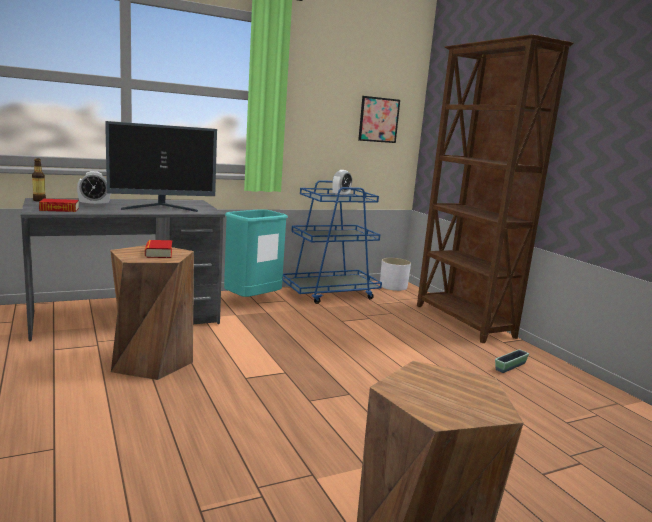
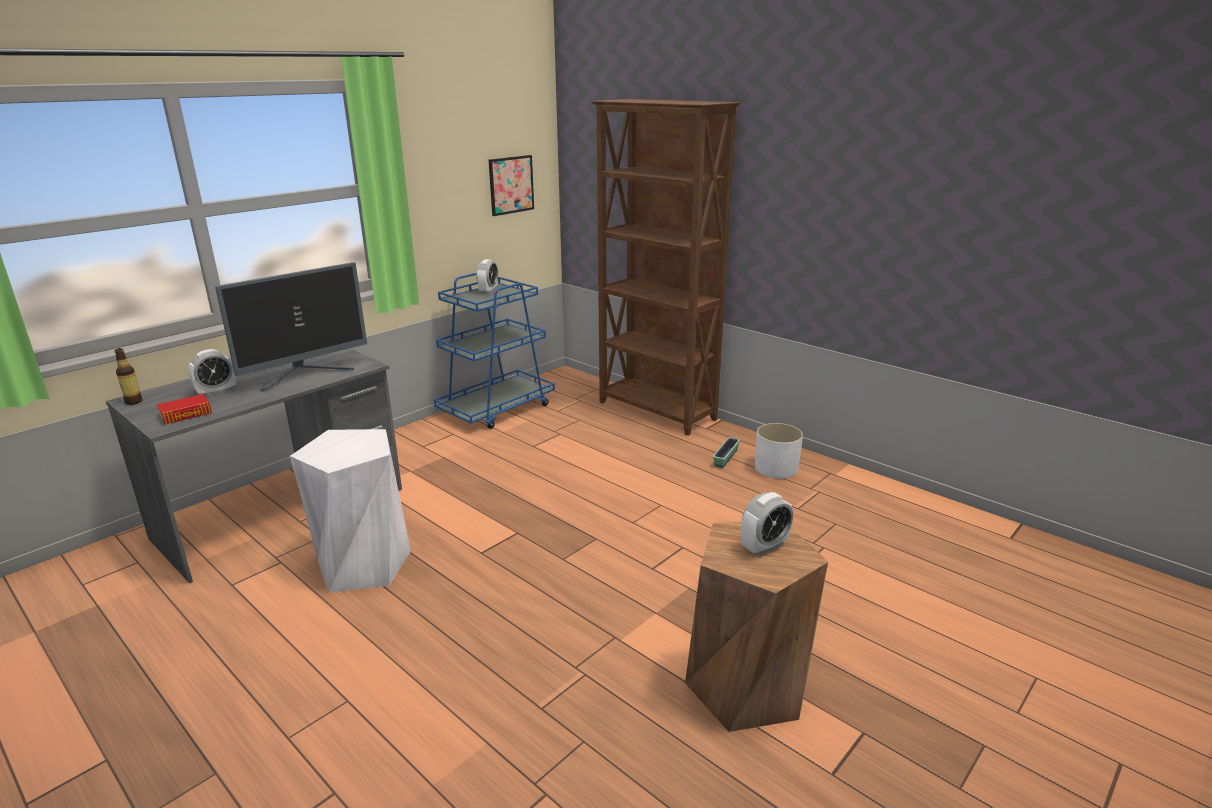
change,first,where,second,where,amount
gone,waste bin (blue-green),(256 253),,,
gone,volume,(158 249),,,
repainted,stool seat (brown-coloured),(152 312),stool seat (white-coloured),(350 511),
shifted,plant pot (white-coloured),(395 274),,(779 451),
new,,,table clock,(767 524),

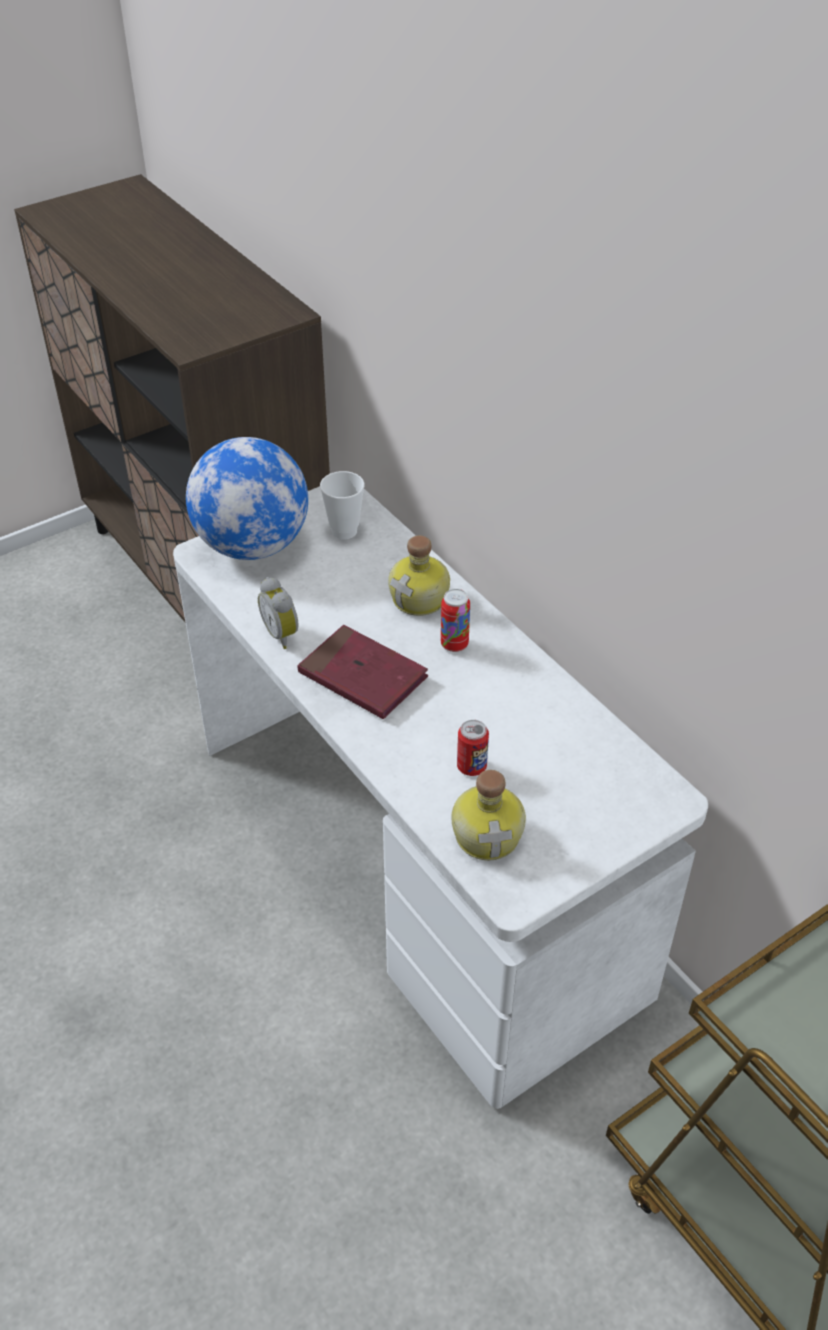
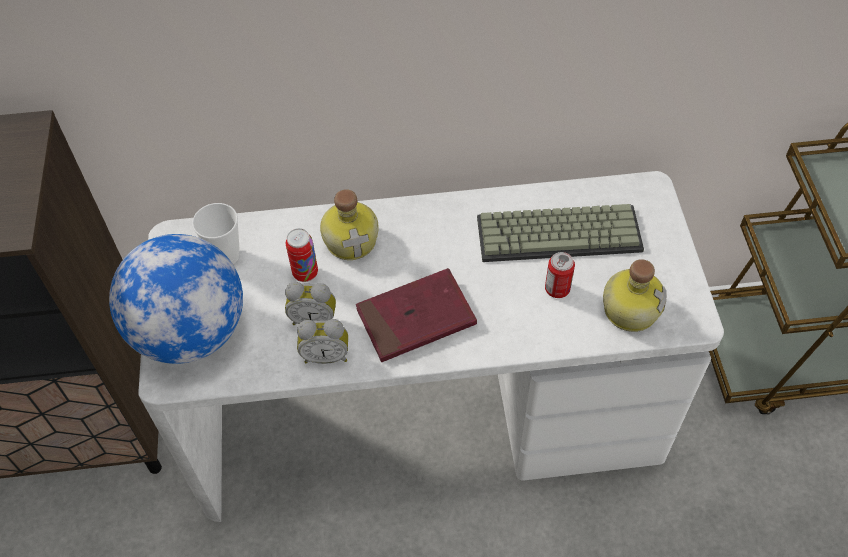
change,first,where,second,where,amount
shifted,can,(455 620),,(302 255),
new,,,computer keyboard,(560 233),
new,,,table clock,(310 303),

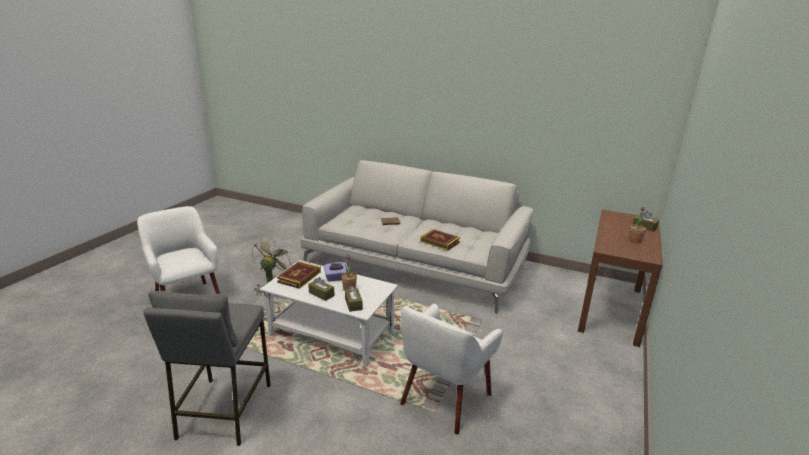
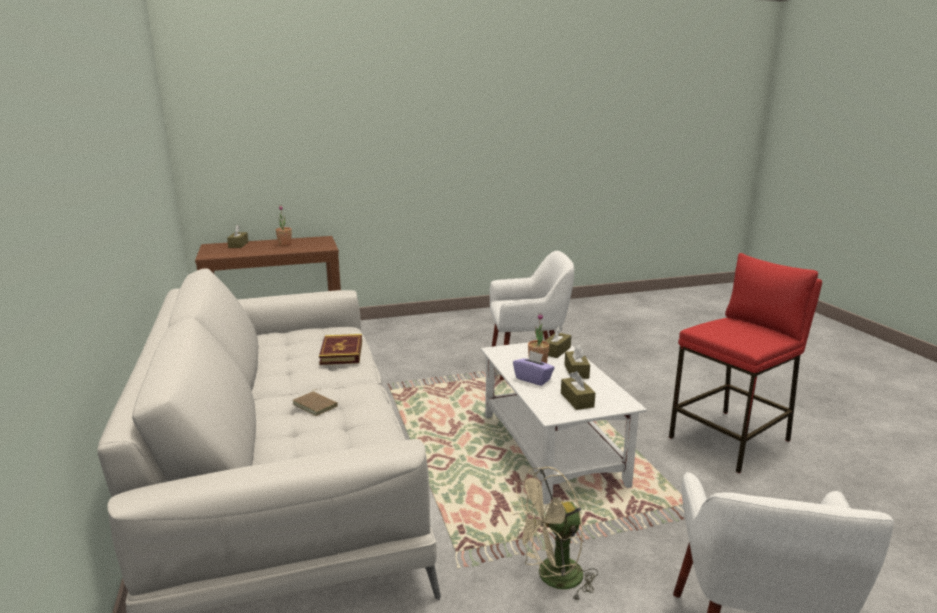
change,first,where,second,where,amount
swapped,volume,(299 275),tissue box (brown-coloured),(578 390),
repainted,stool seat (gray),(207 368),stool seat (reddish),(745 363),

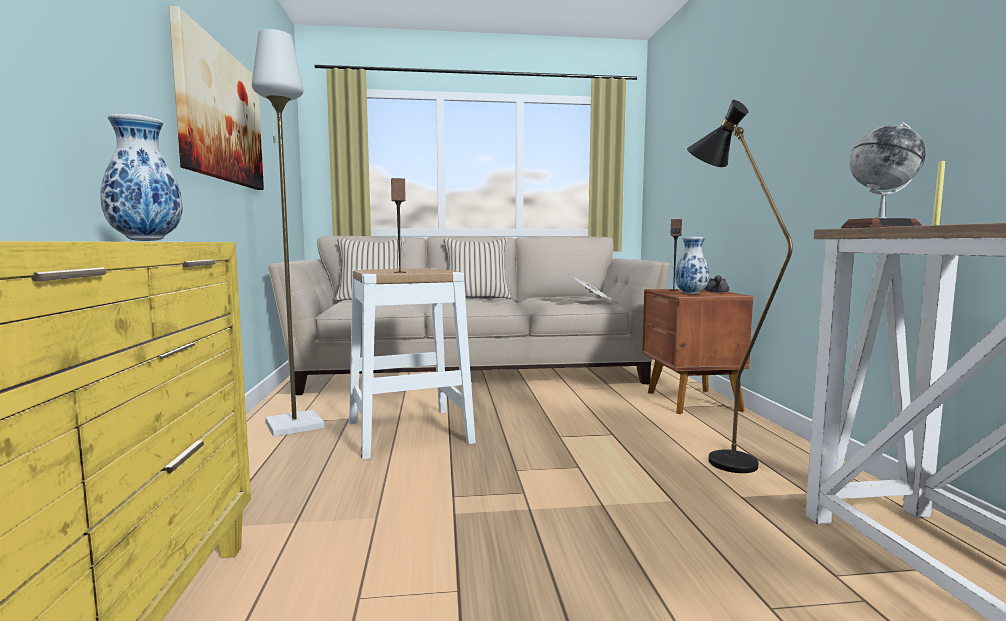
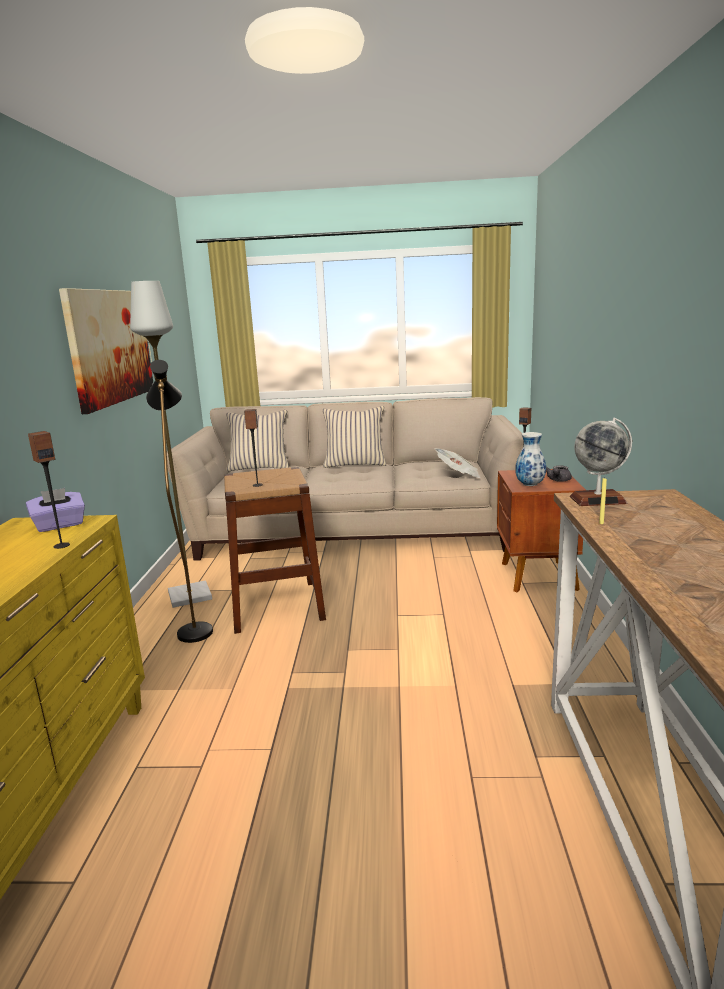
change,first,where,second,where,amount
shifted,standing lamp (black-coloured),(740 286),,(179 501),
swapped,decorative vase,(141 177),tissue box (purple),(55 510),
repainted,stool seat (white-coloured),(412 363),stool seat (brown-coloured),(275 550),
new,,,speaker,(49 490),

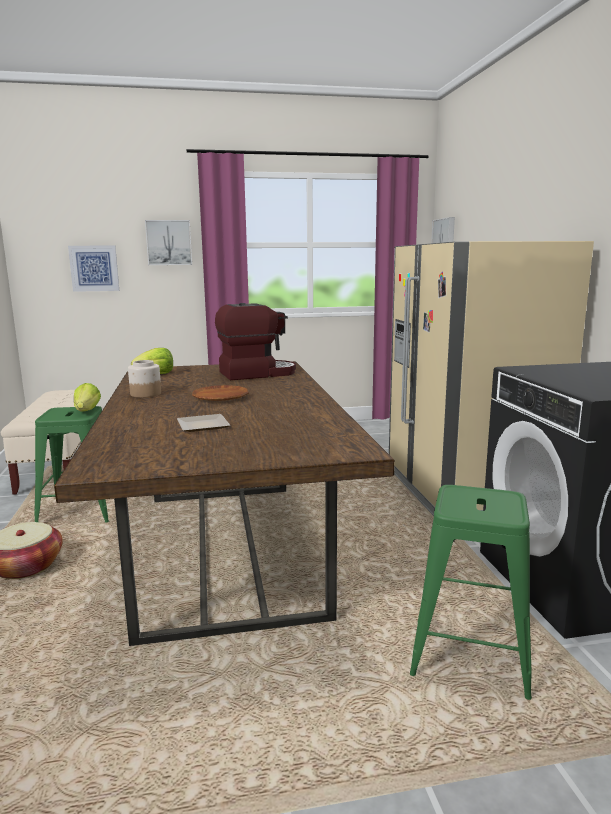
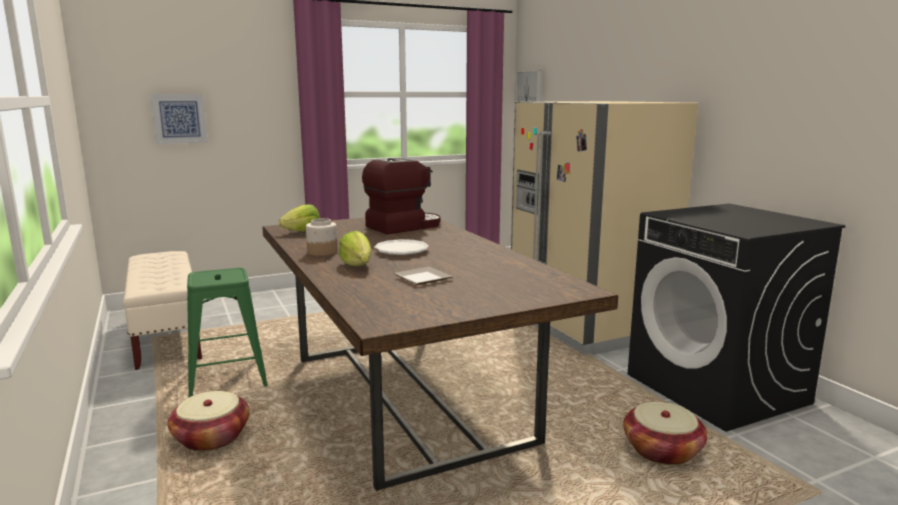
change,first,where,second,where,amount
gone,wall art,(168 242),,,
shifted,lettuce,(87 397),,(355 248),
repainted,flat dish (brown-coloured),(220 393),flat dish (white-coloured),(401 247),
swapped,stool seat (green),(471 592),household basket,(665 433),

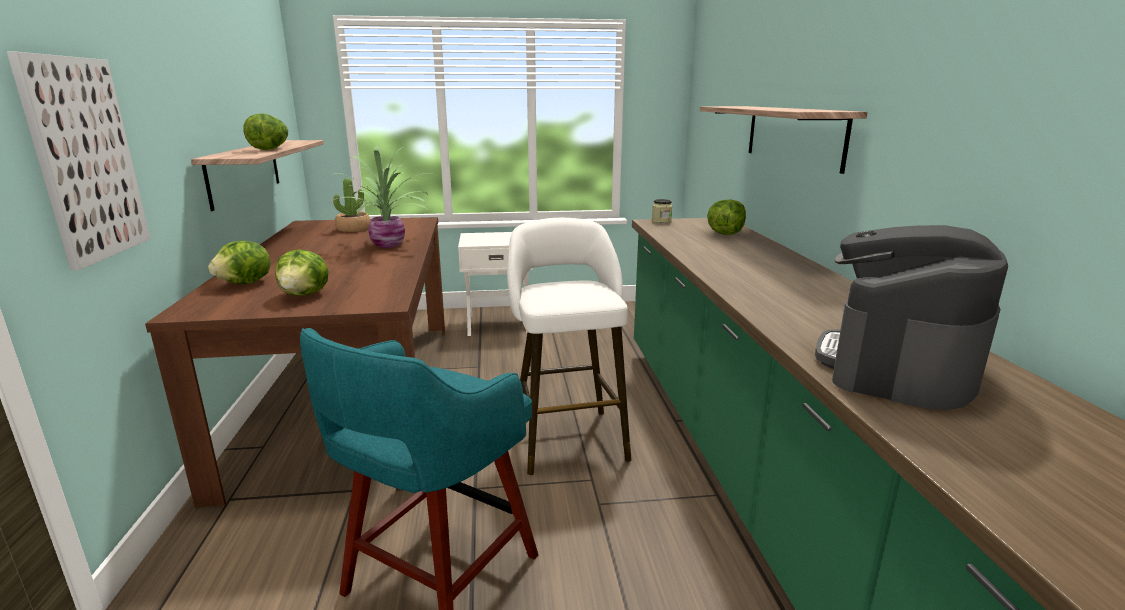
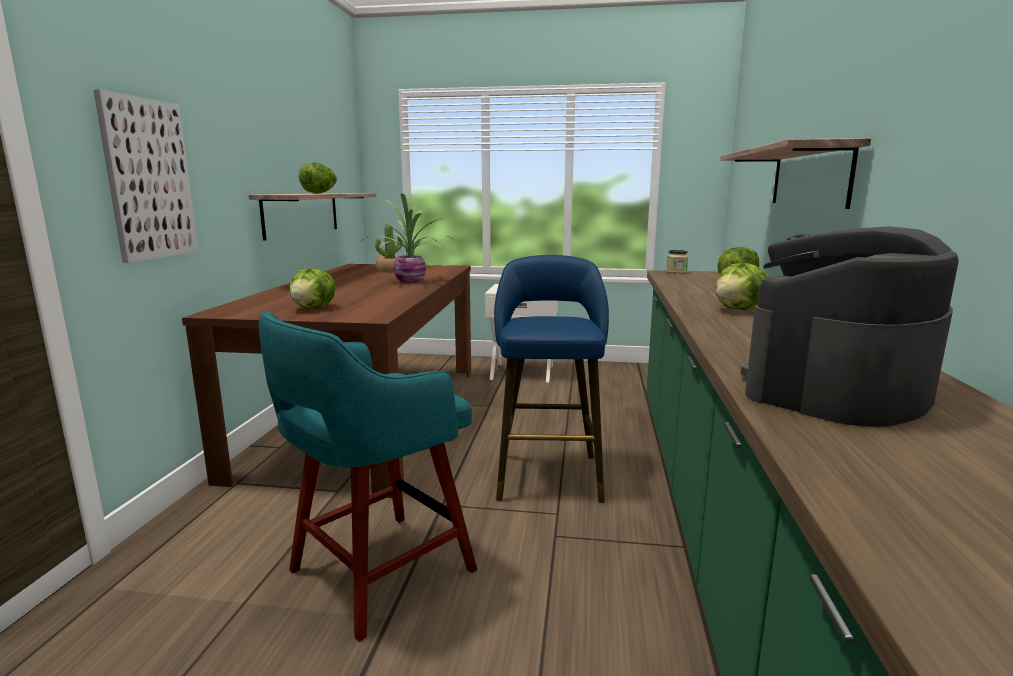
change,first,where,second,where,amount
repainted,stool seat (white-coloured),(569 346),stool seat (bluish),(551 379),
shifted,lettuce,(239 262),,(742 286),

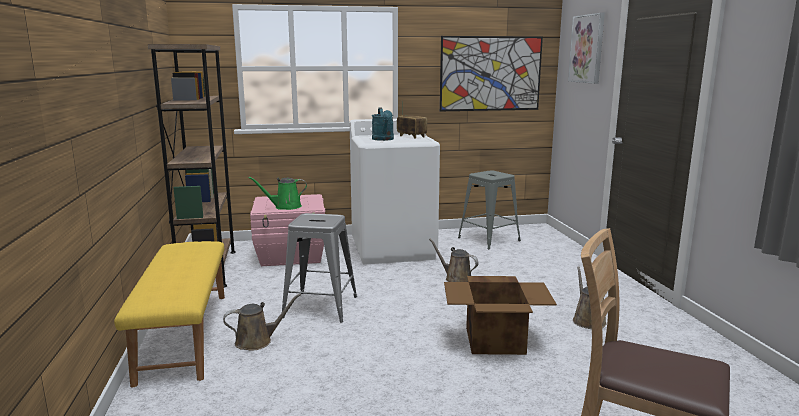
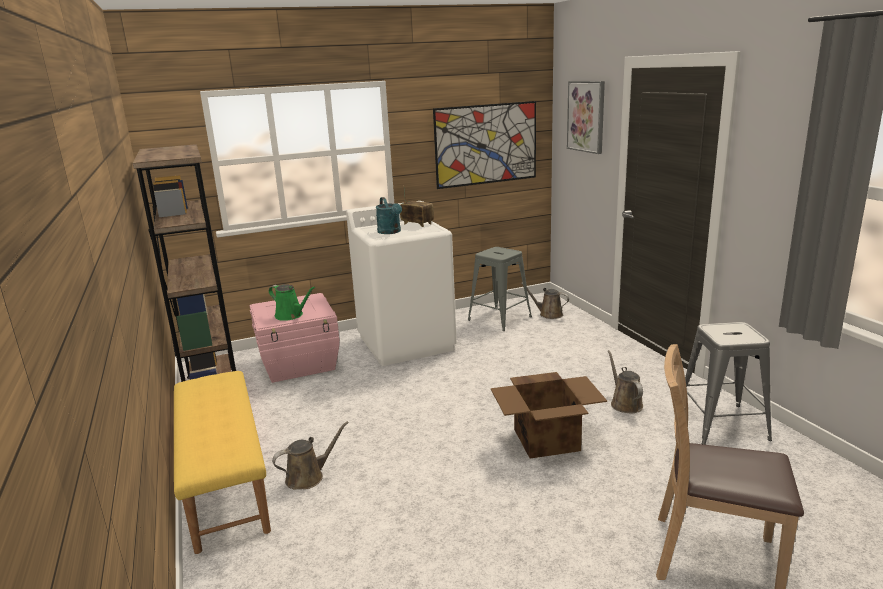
change,first,where,second,where,amount
rotated,sprinkling can (green),(278 193),,(292 302),120 degrees counterclockwise
shifted,stool seat (gray),(319 268),,(728 383),
shifted,sprinkling can (brown-coloured),(454 260),,(545 301),

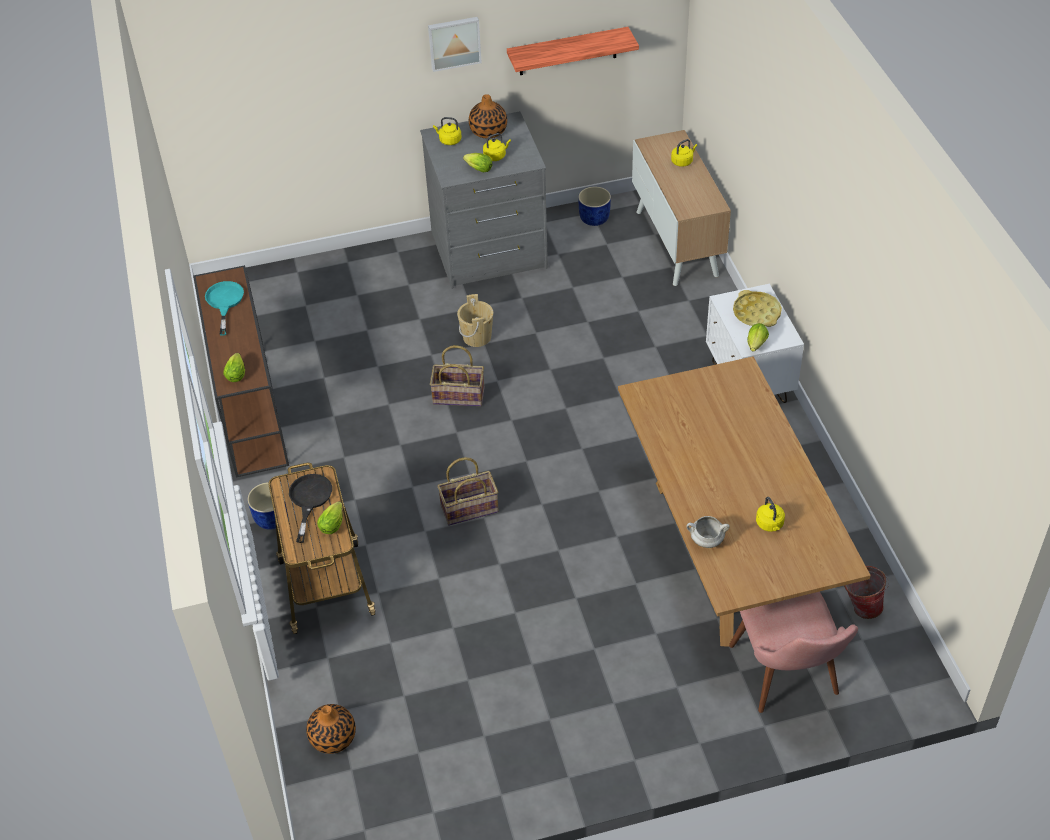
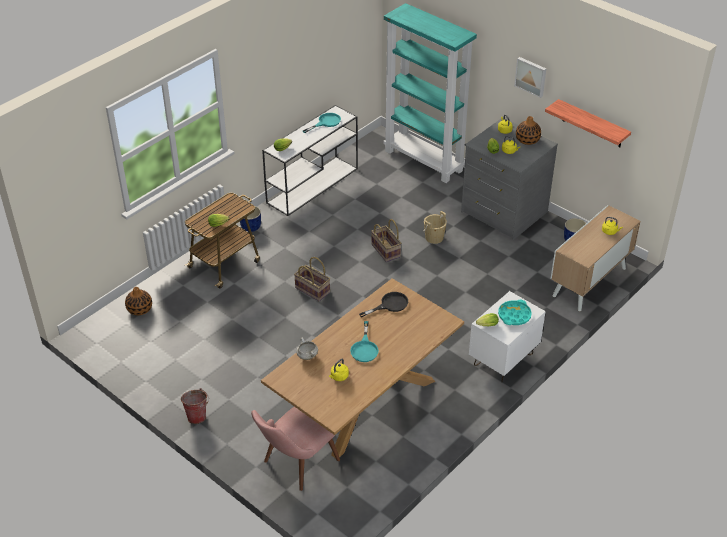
change,first,where,second,where,amount
repainted,narrow table (brown-coloured),(241 371),narrow table (white-coloured),(310 160),
repainted,serving tray (yellow),(757 308),serving tray (blue-green),(515 312),
shifted,frying pan (black-coloured),(310 508),,(383 304),
shifted,water bucket,(866 592),,(195 406),
new,,,bookcase (blue-green),(430 93),
new,,,frying pan (blue-green),(364 341),

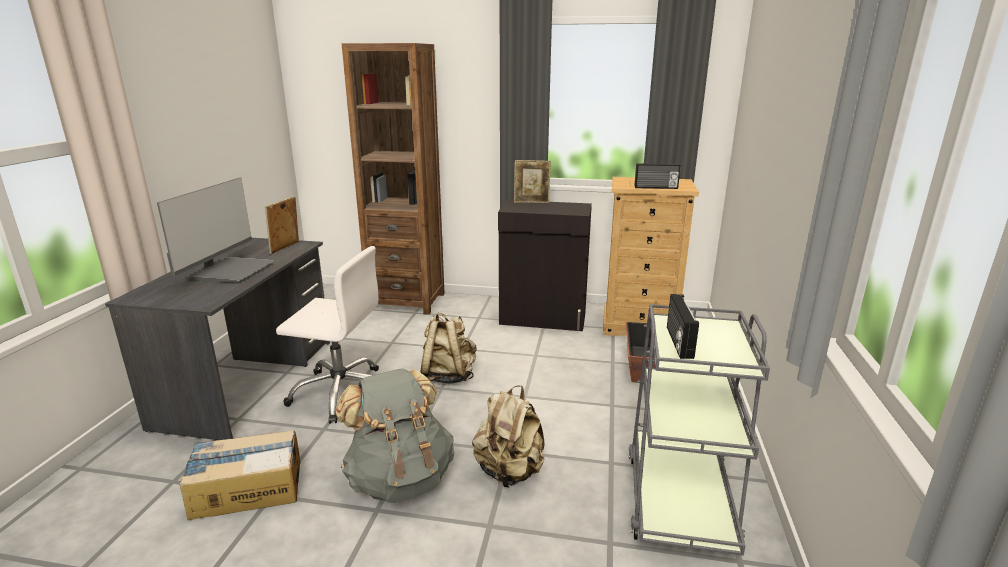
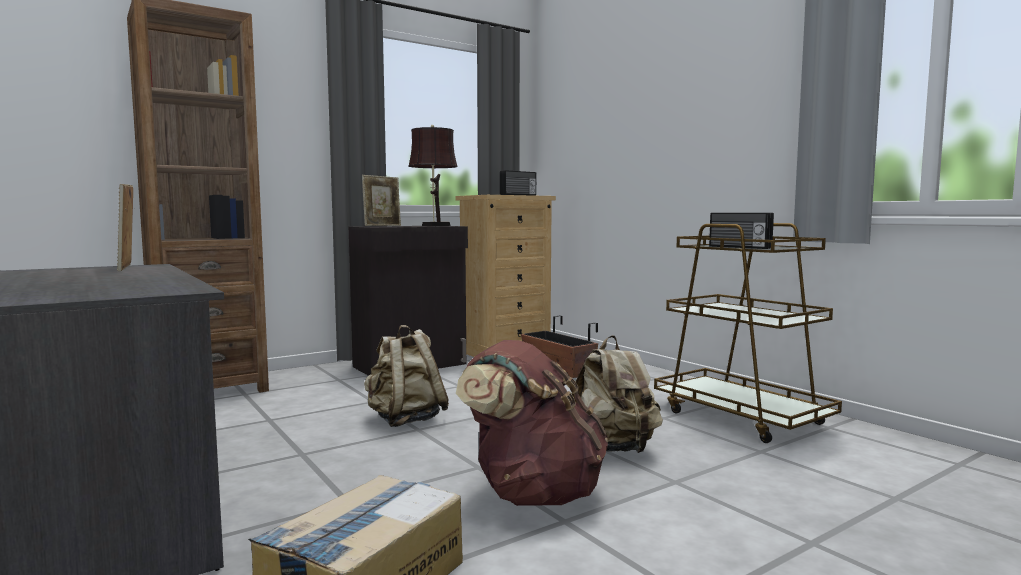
change,first,where,second,where,amount
gone,computer screen,(215 229),,,
gone,computer chair (white-coloured),(327 335),,,
repainted,trolley (gray),(699 430),trolley (brown-coloured),(748 333),
repainted,knapsack (gray),(395 436),knapsack (brown-coloured),(532 423),
new,,,lamp for a table (brown-coloured),(433 175),

